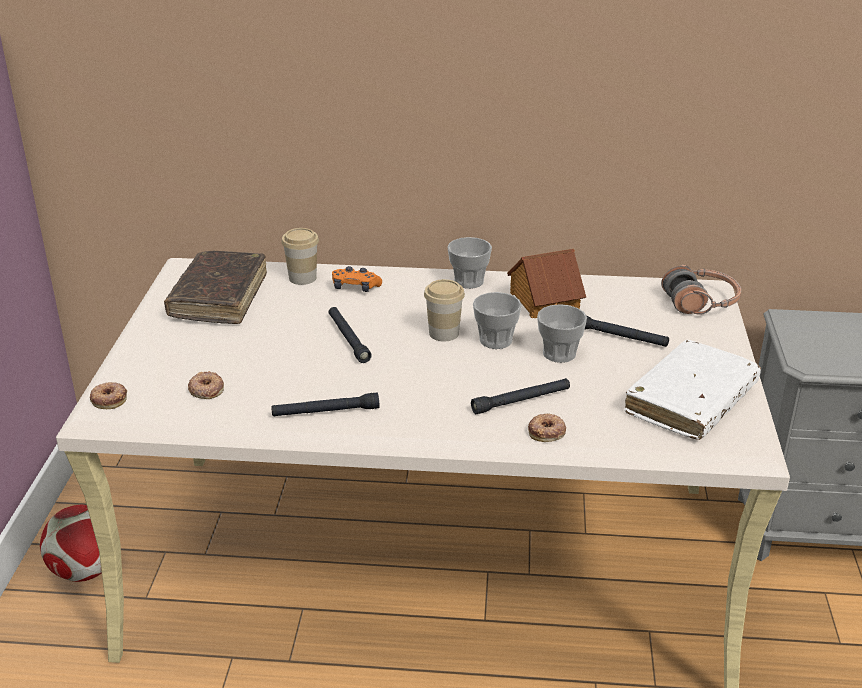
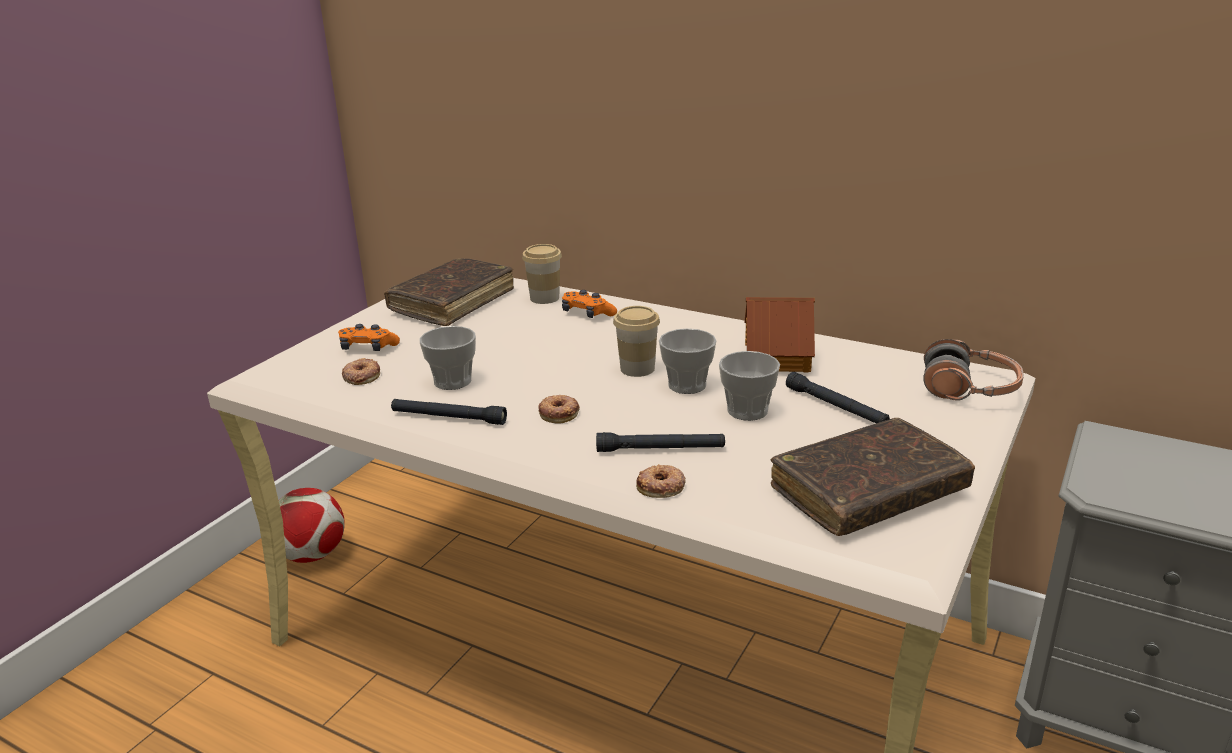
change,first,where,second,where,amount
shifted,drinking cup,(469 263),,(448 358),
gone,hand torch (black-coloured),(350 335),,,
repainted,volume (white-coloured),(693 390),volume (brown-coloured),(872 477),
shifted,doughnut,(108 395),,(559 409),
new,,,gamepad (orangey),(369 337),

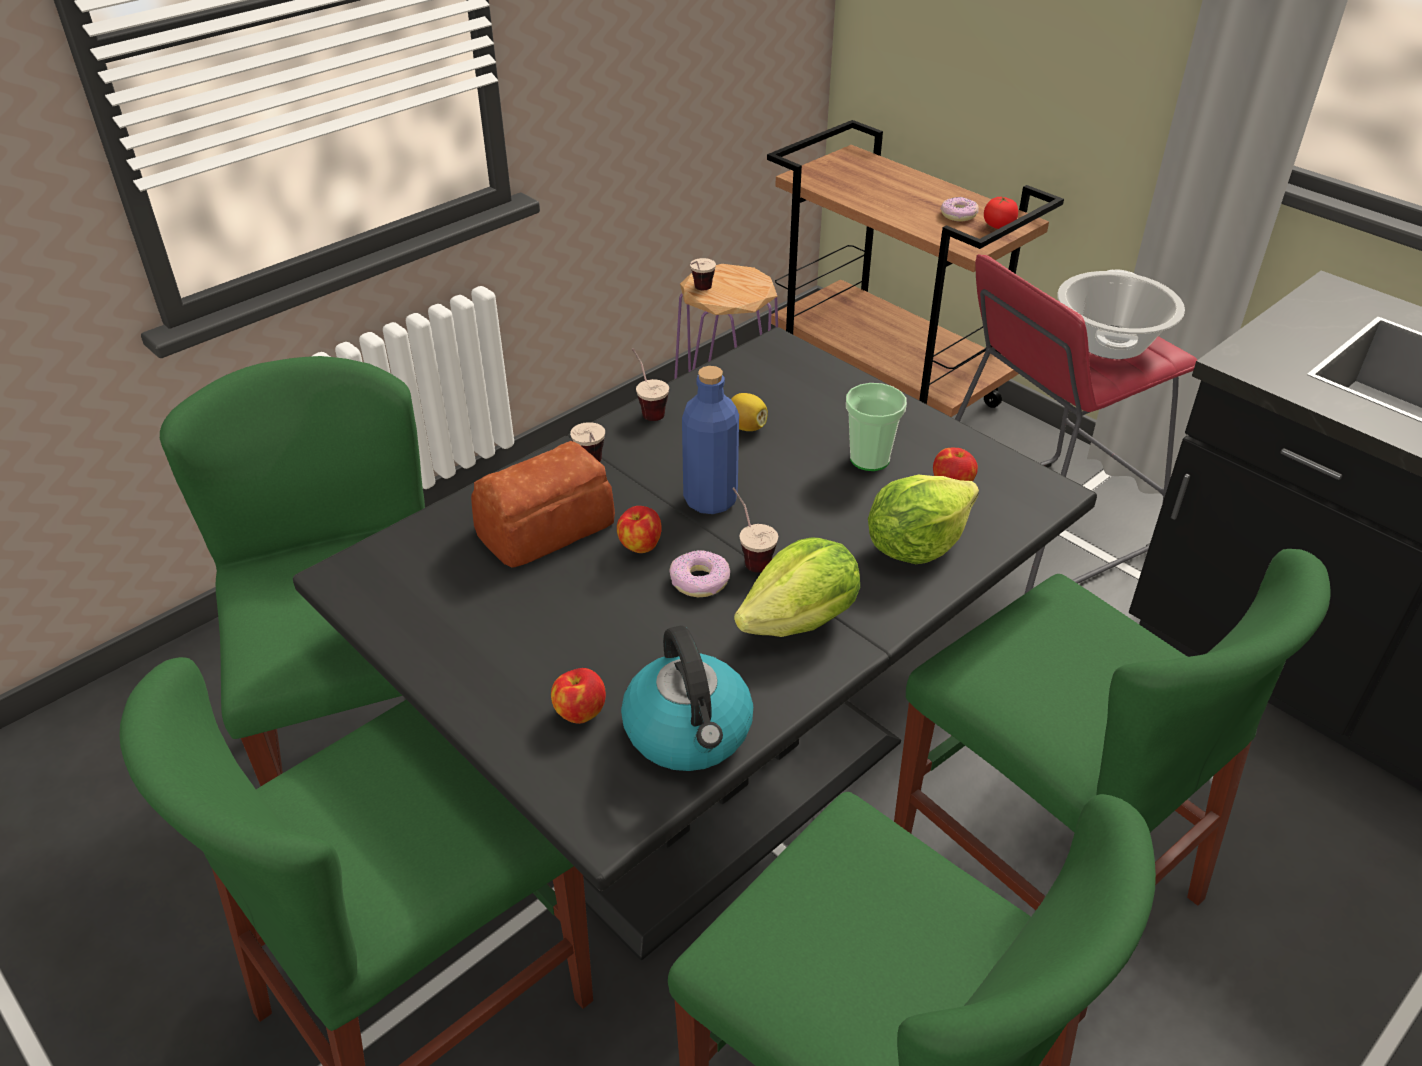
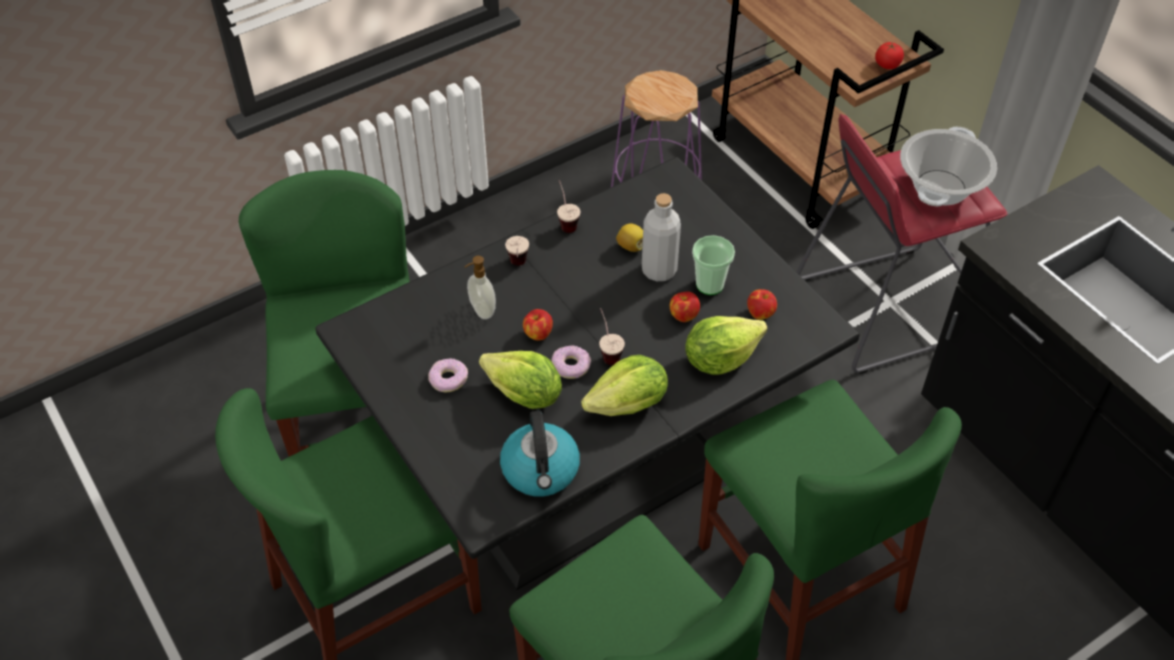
change,first,where,second,where,amount
shifted,doughnut,(960 209),,(448 375),
gone,drinking cup,(703 274),,,
gone,drink bottle (bluish),(710 440),,,
swapped,bakery bread,(543 504),liquid soap bottle,(480 287),
shifted,apple fruit,(578 696),,(685 306),
new,,,drink bottle (gray),(661 237),
new,,,lettuce,(520 380),

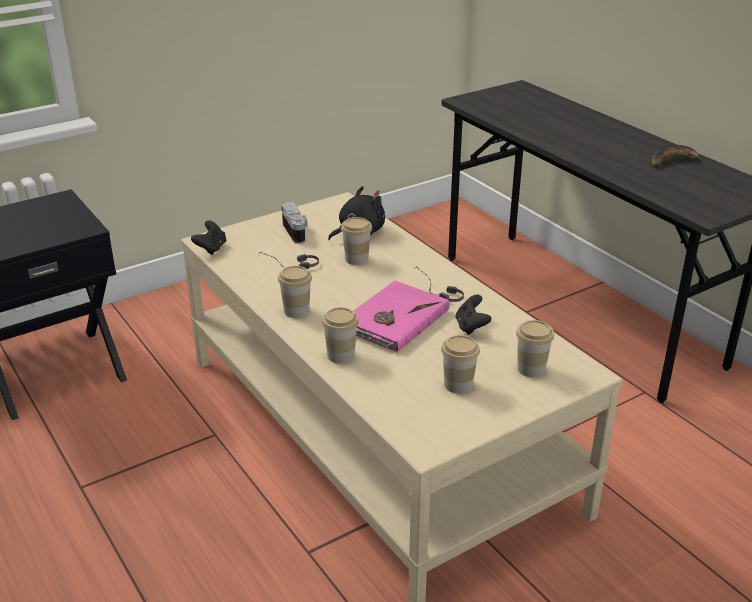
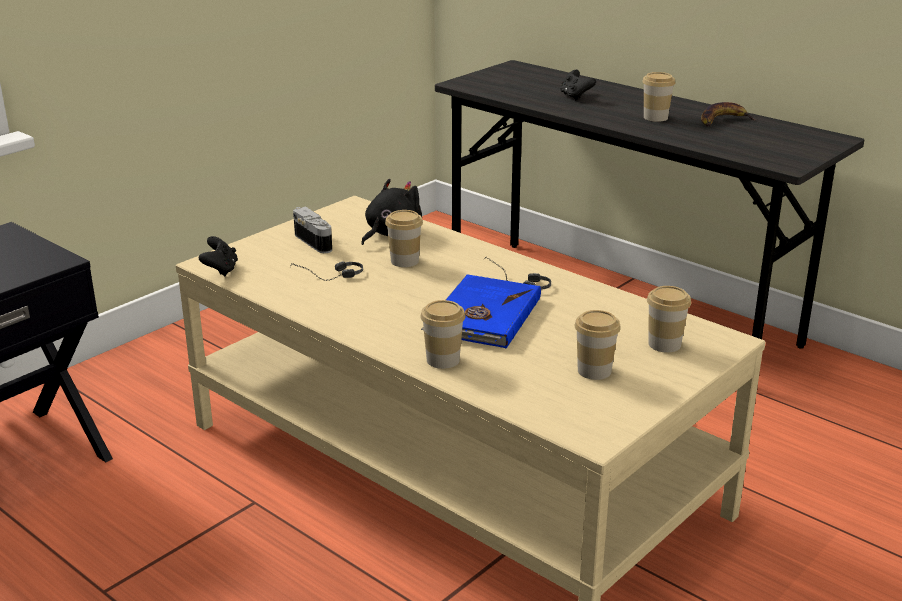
change,first,where,second,where,amount
shifted,drinking cup,(295 292),,(658 97),
repainted,volume (pinkish),(402 316),volume (bluish),(481 311),
shifted,gamepad (black-coloured),(473 315),,(578 85),

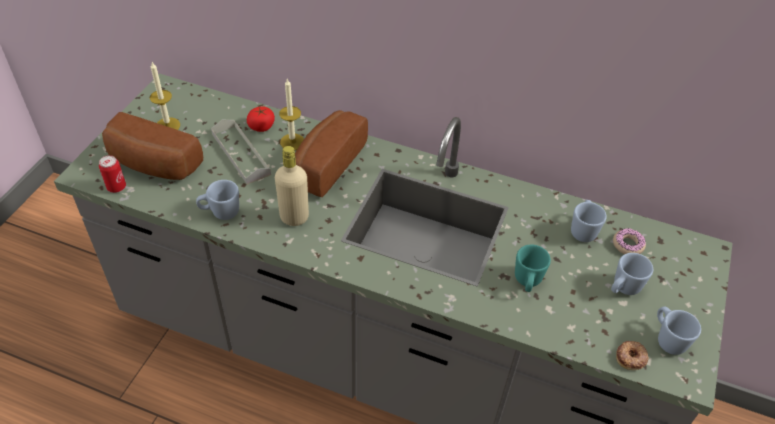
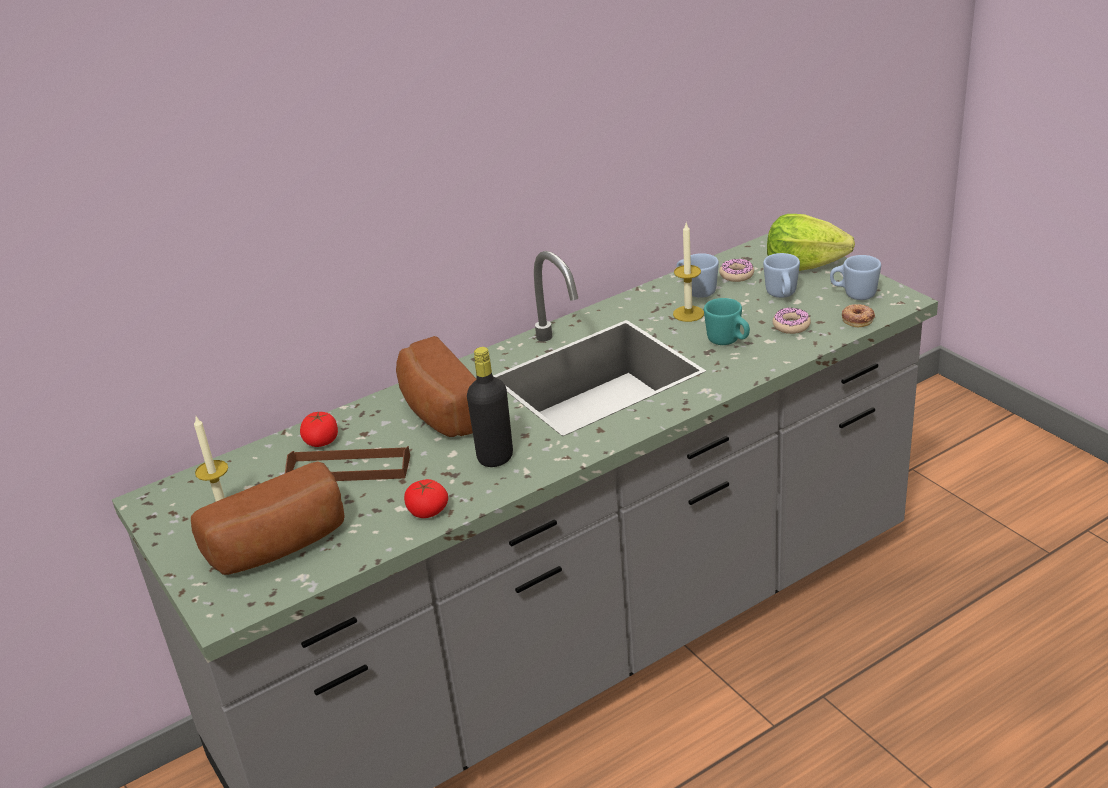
change,first,where,second,where,amount
shifted,wax candle,(291 115),,(688 272),
repainted,serving tray (gray),(241 152),serving tray (brown-coloured),(347 463),
repainted,drink bottle (beige-coloured),(292 186),drink bottle (black-coloured),(490 407),
gone,can,(112 174),,,
swapped,mug (bluish),(217 200),whole tomato,(426 498),
new,,,lettuce,(811 242),
new,,,doughnut,(792 320),

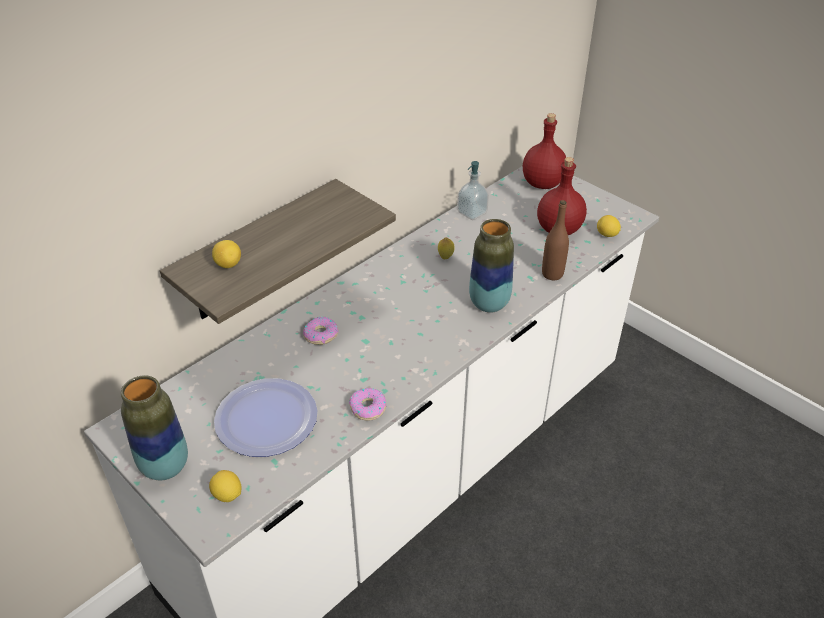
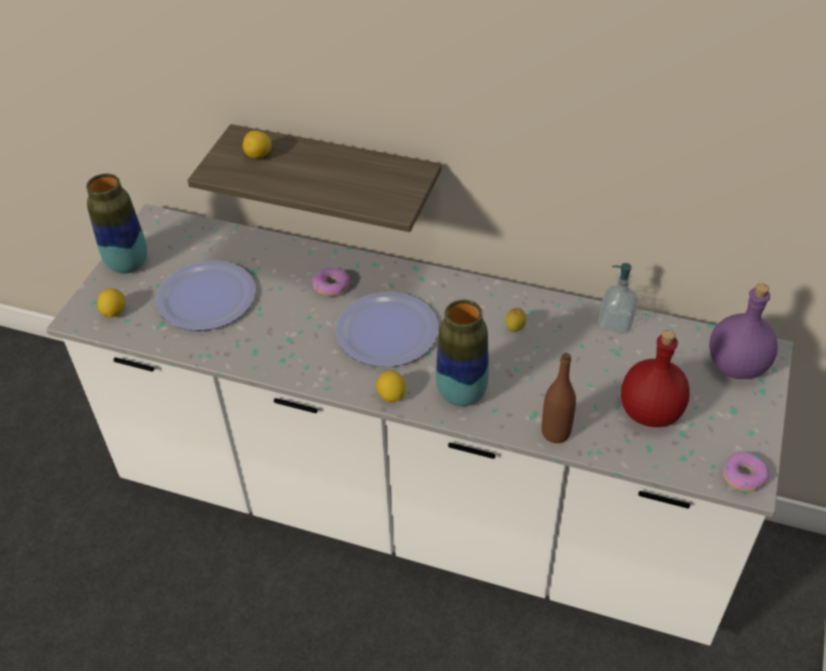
change,first,where,second,where,amount
repainted,drink bottle (reddish),(544 151),drink bottle (purple),(743 331),
shifted,citrus fruit,(609 226),,(391 386),
shifted,doughnut,(367 404),,(746 472),
new,,,flat dish,(387 329),

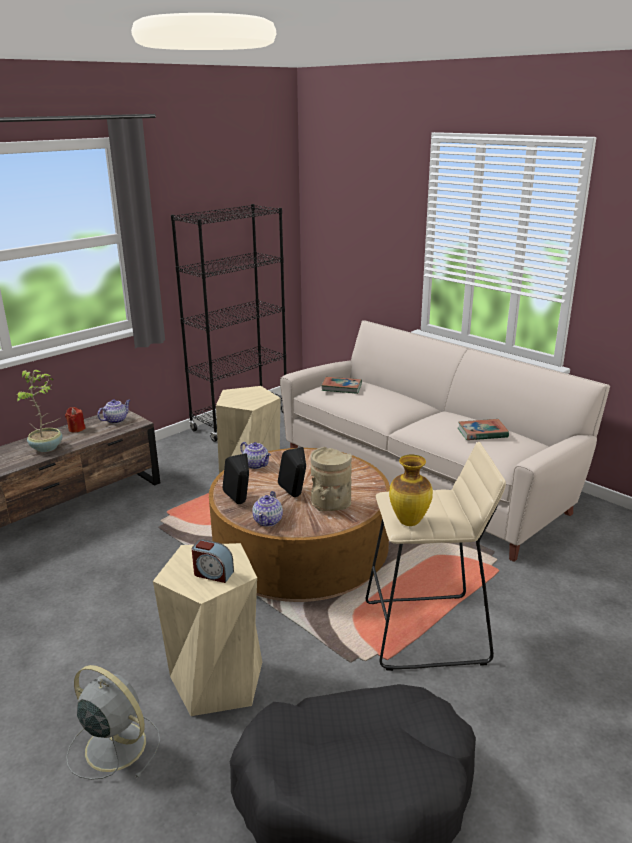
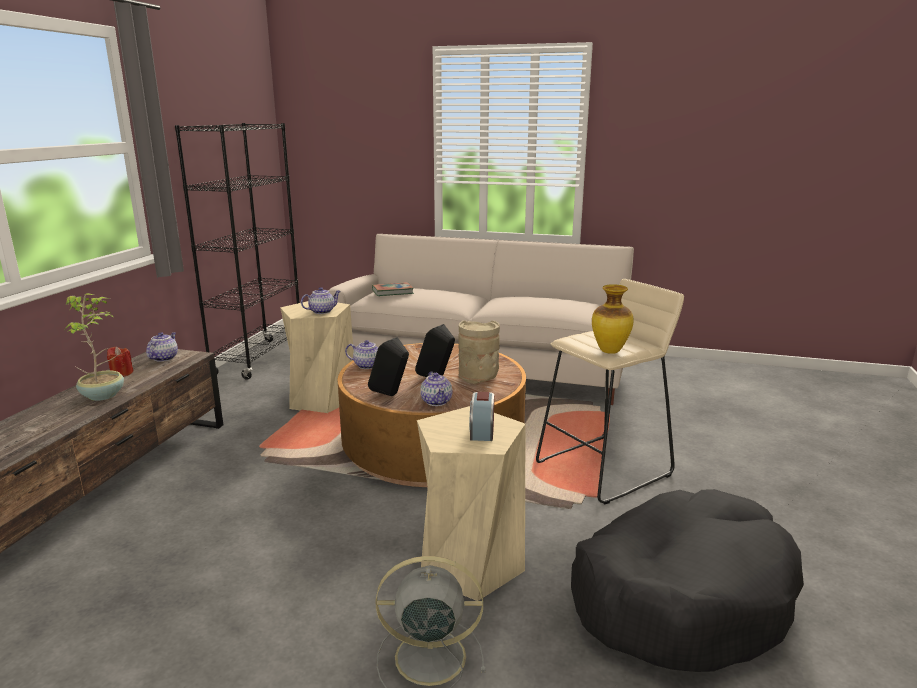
change,first,where,second,where,amount
gone,volume,(483 429),,,
rotated,table clock,(213 561),,(481 416),105 degrees clockwise
new,,,pot for tea,(320 300),

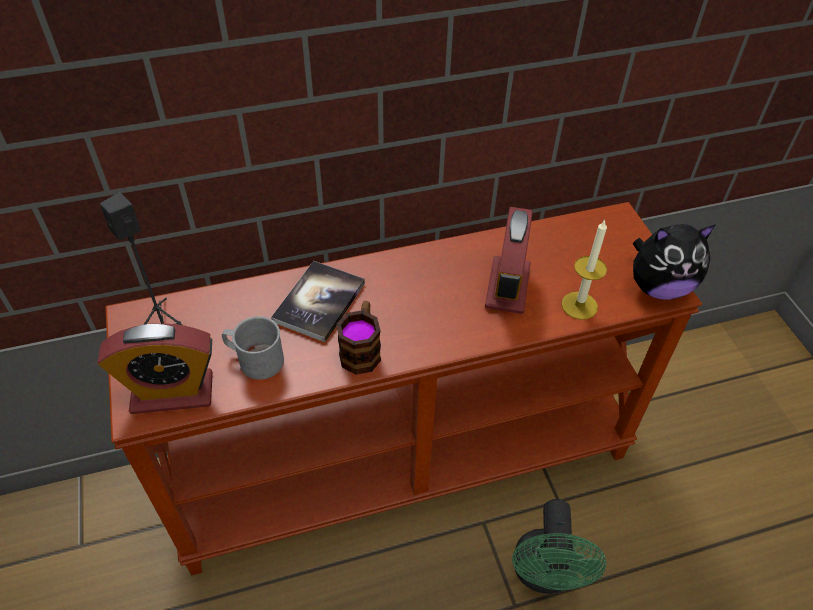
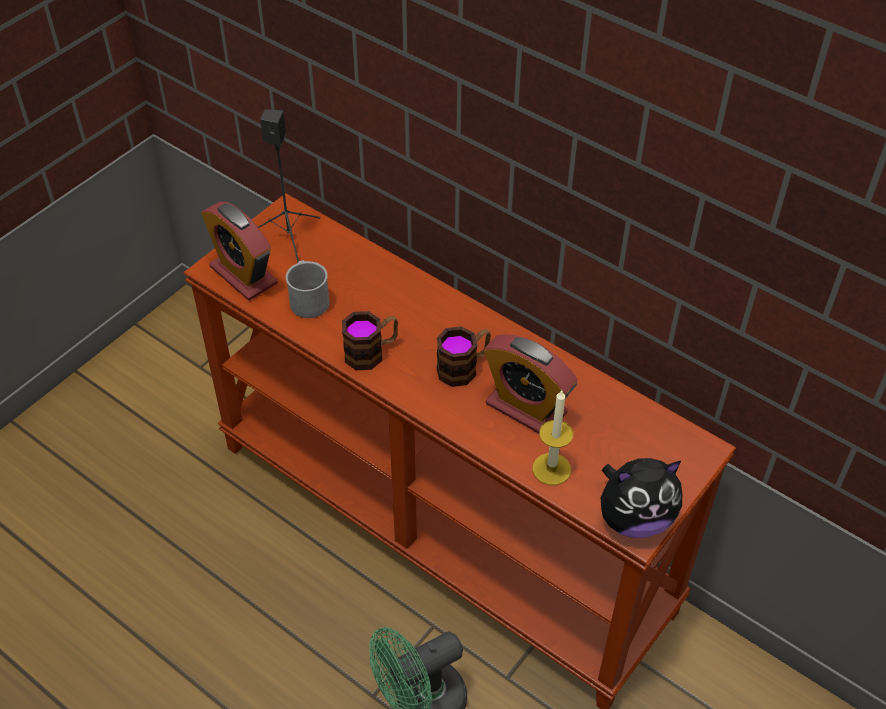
change,first,where,second,where,amount
rotated,table clock,(508 260),,(531 384),60 degrees clockwise
rotated,soft toy,(674 262),,(641 498),60 degrees counterclockwise
gone,volume,(318 301),,,
new,,,mug,(464 356),

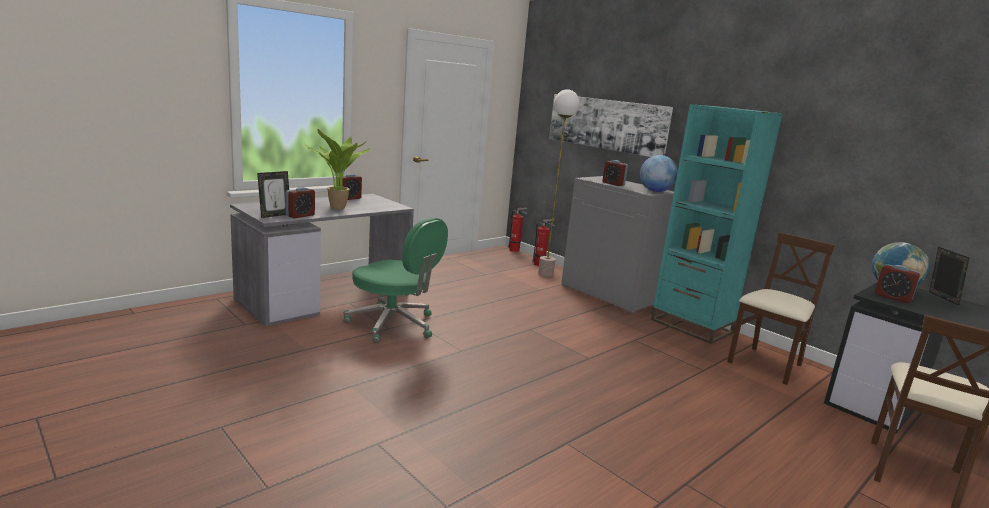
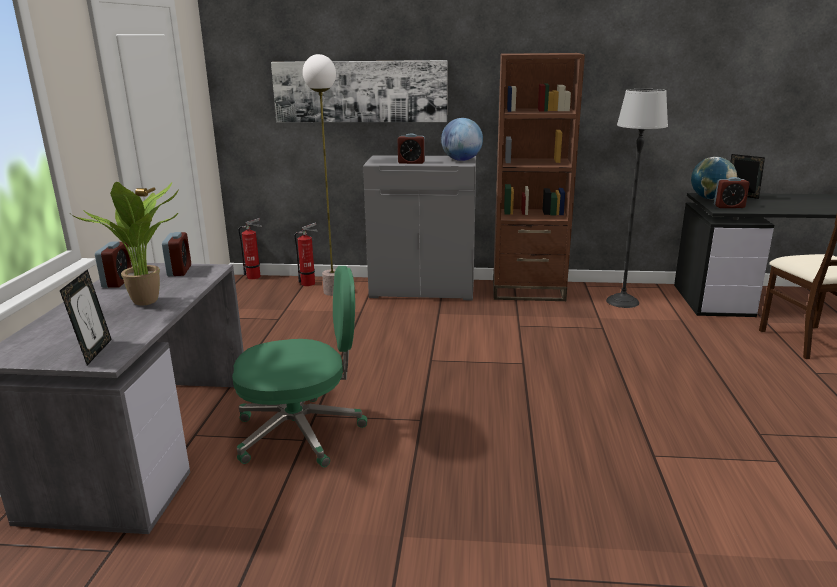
change,first,where,second,where,amount
repainted,bookcase (blue-green),(717 224),bookcase (brown-coloured),(539 177),
shifted,table clock,(300 202),,(176 254),
swapped,plain chair (beige-coloured),(781 308),standing lamp,(637 198),

